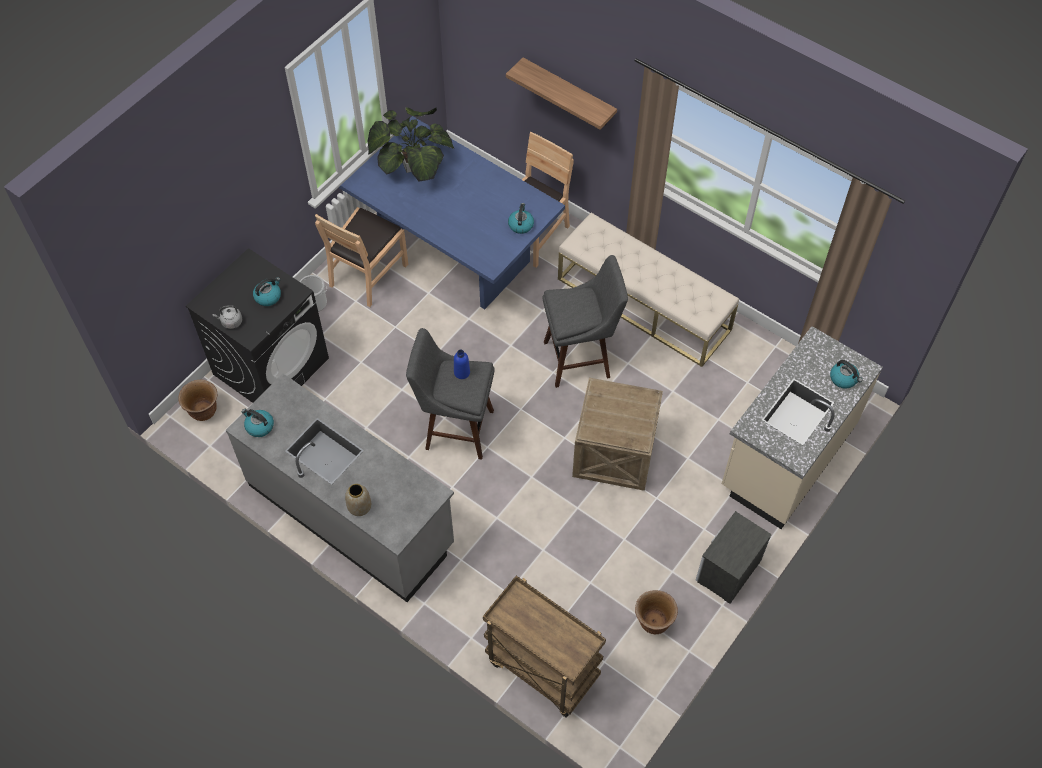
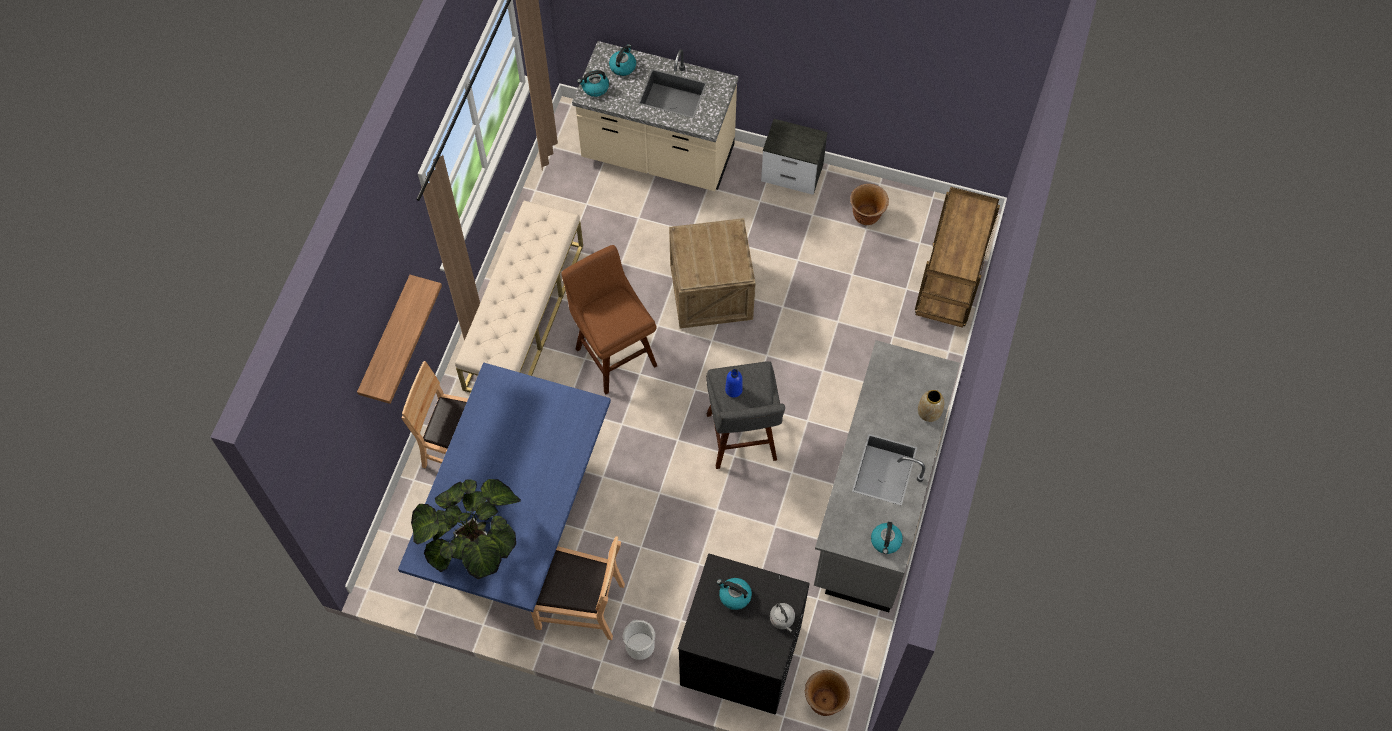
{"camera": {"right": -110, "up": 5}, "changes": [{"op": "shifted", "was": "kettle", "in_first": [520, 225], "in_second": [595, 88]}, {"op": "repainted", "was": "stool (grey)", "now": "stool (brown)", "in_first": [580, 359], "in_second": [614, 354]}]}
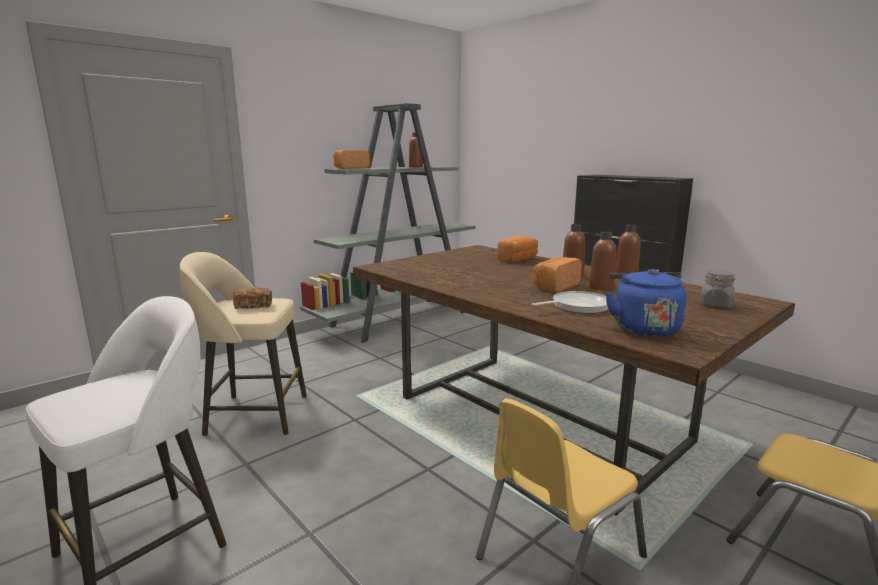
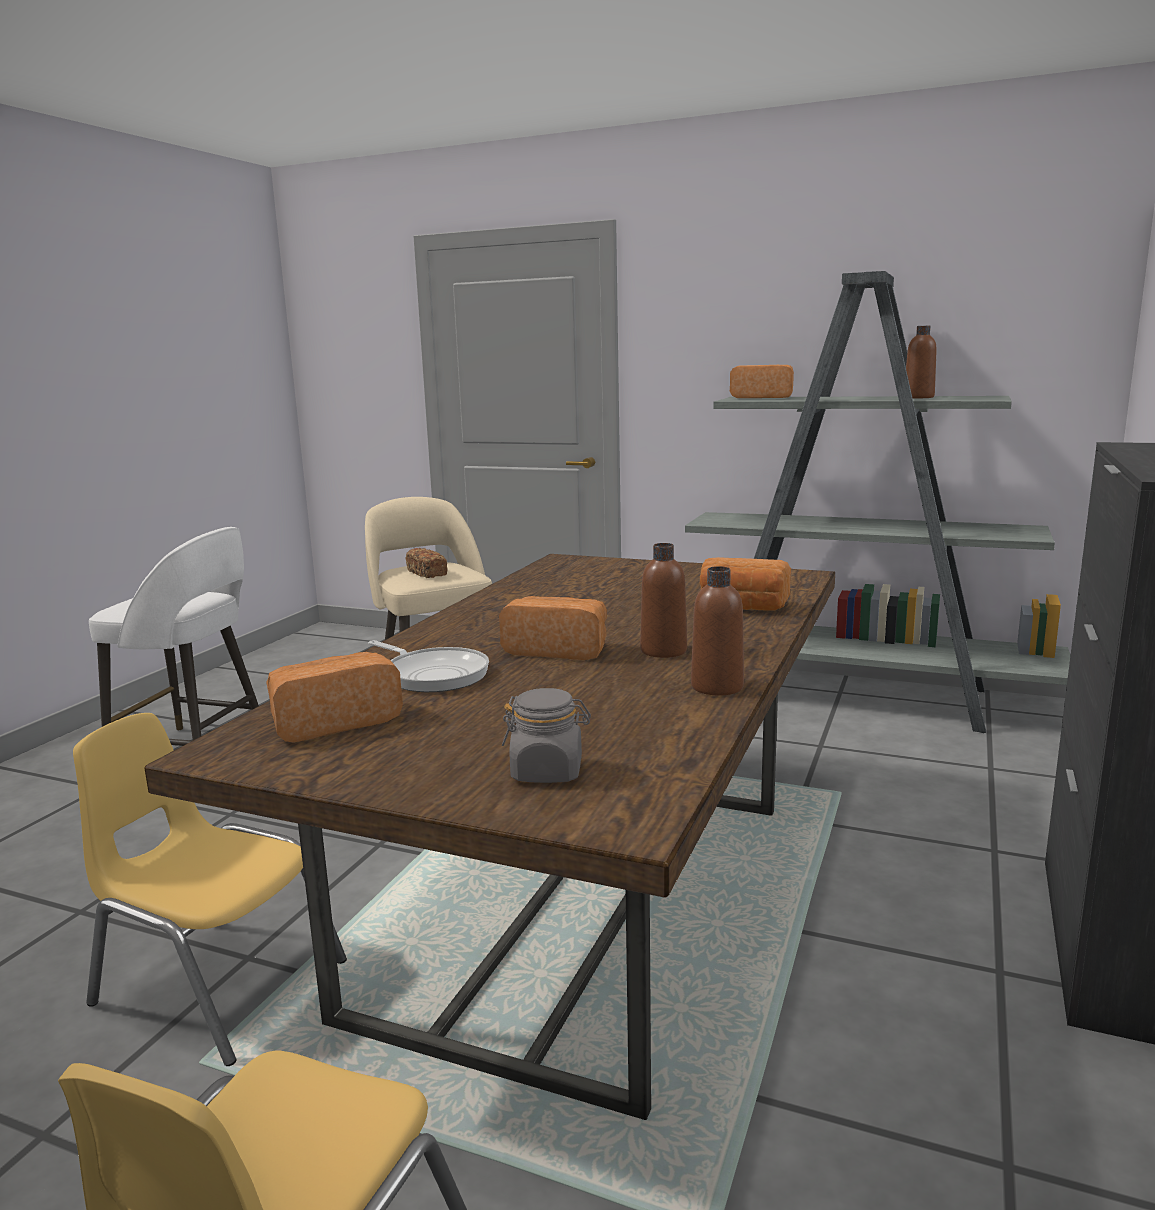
{"camera": {"right": 65, "up": 0}, "changes": [{"op": "gone", "was": "bottle (brown)", "in_first": [601, 287]}, {"op": "swapped", "was": "kettle (blue)", "now": "bread", "in_first": [643, 328], "in_second": [334, 722]}]}
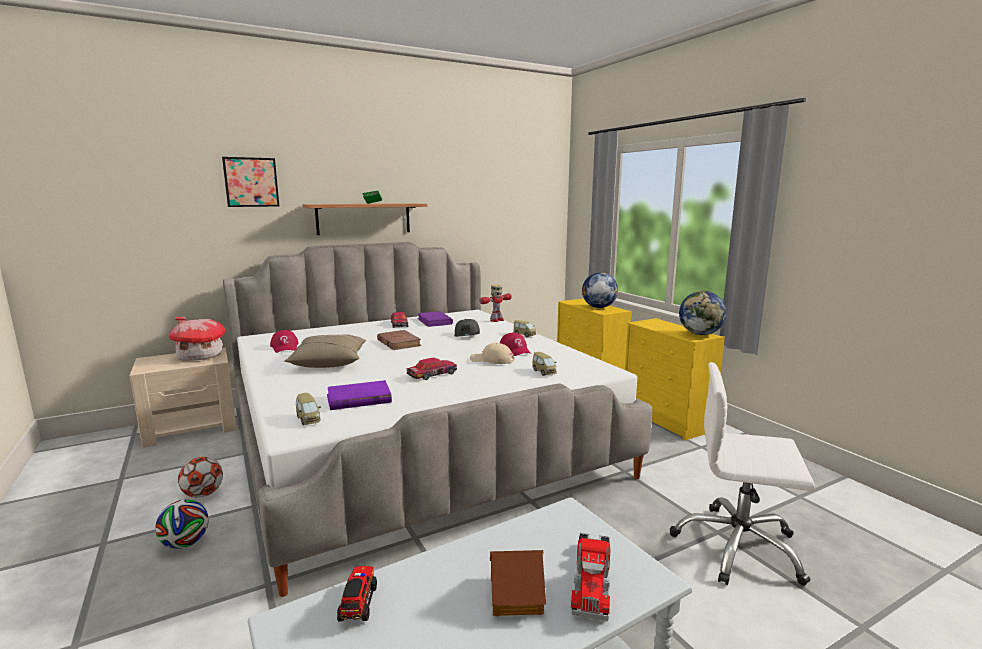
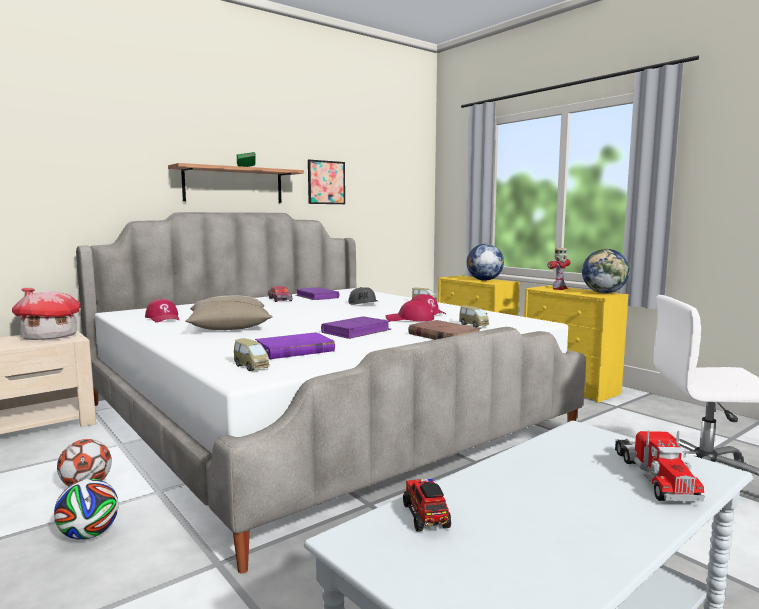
{"camera": {"right": -10, "up": -5}, "changes": [{"op": "shifted", "was": "picture", "in_first": [251, 182], "in_second": [326, 182]}, {"op": "shifted", "was": "book (brown)", "in_first": [398, 343], "in_second": [443, 336]}, {"op": "swapped", "was": "toy car", "now": "book (purple)", "in_first": [431, 375], "in_second": [356, 331]}, {"op": "repainted", "was": "cap (beige)", "now": "cap (red)", "in_first": [492, 360], "in_second": [410, 319]}, {"op": "shifted", "was": "toy robot", "in_first": [496, 320], "in_second": [559, 288]}, {"op": "gone", "was": "toy house", "in_first": [517, 595]}]}
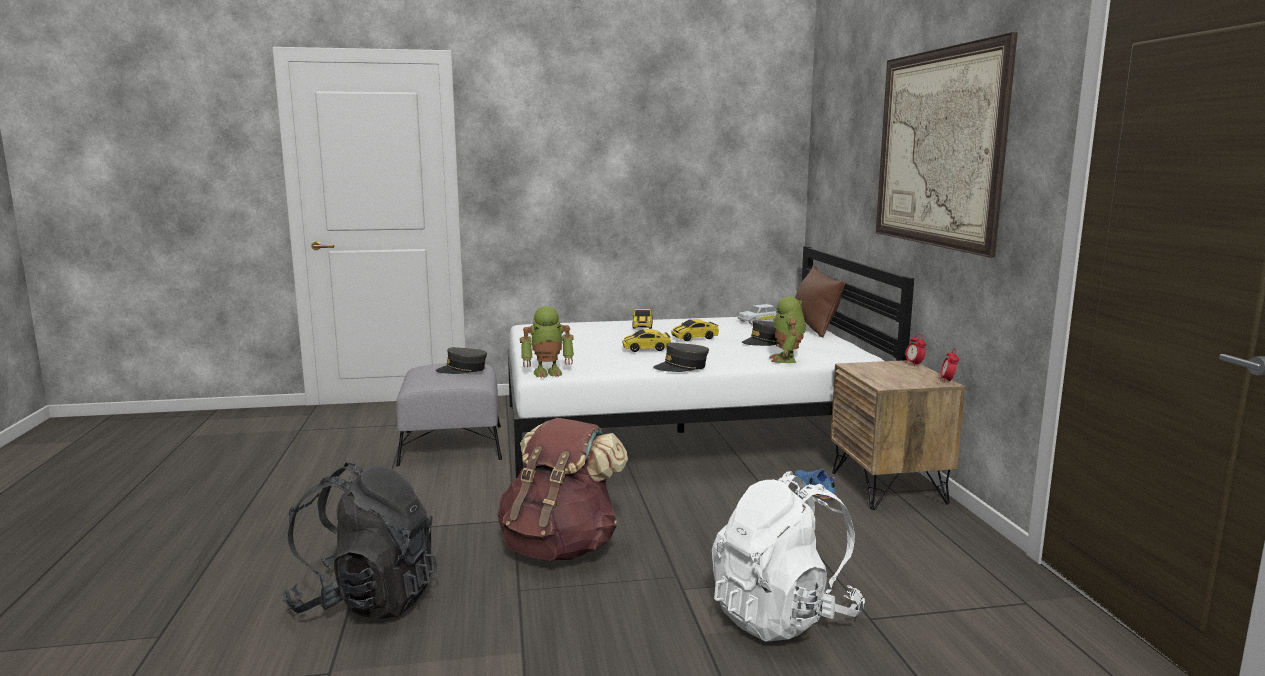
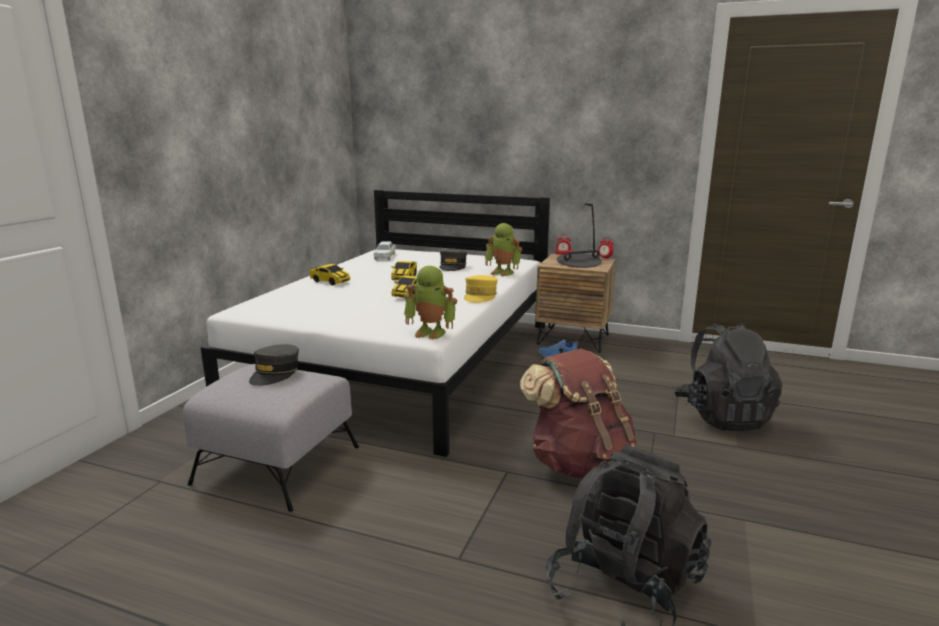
{"camera": {"right": -60, "up": 5}, "changes": [{"op": "rotated", "was": "toy robot", "in_first": [548, 372], "in_second": [431, 332], "clockwise": 90}, {"op": "repainted", "was": "cap (grey)", "now": "cap (yellow)", "in_first": [681, 367], "in_second": [480, 296]}, {"op": "repainted", "was": "backpack (white)", "now": "backpack (black)", "in_first": [783, 616], "in_second": [723, 416]}, {"op": "gone", "was": "pillow (brown)", "in_first": [814, 326]}, {"op": "gone", "was": "picture", "in_first": [937, 148]}, {"op": "new", "now": "table lamp", "in_second": [578, 262]}]}
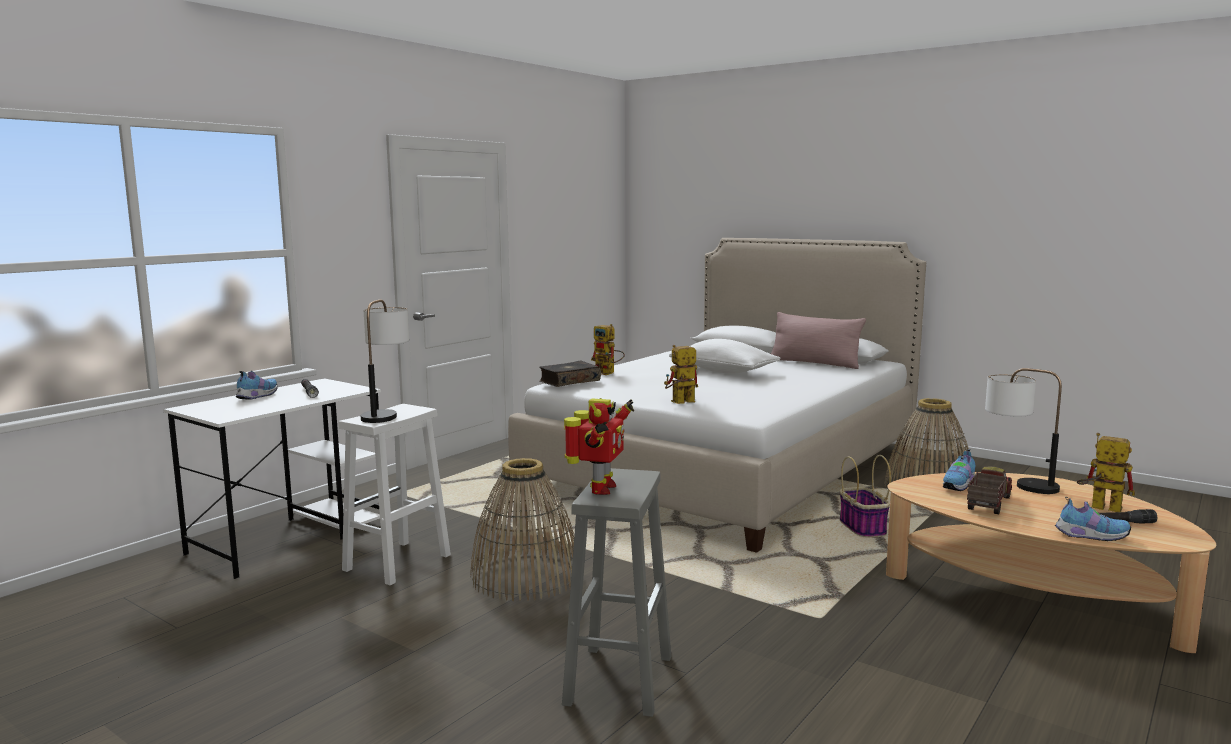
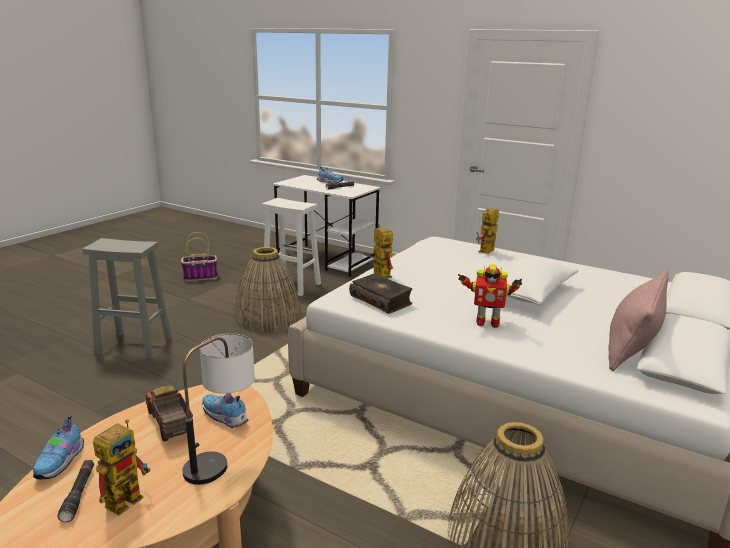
{"camera": {"right": 85, "up": 10}, "changes": [{"op": "gone", "was": "table lamp", "in_first": [386, 413]}, {"op": "shifted", "was": "book", "in_first": [569, 381], "in_second": [381, 300]}, {"op": "shifted", "was": "toy robot", "in_first": [599, 489], "in_second": [486, 323]}, {"op": "shifted", "was": "basket", "in_first": [861, 527], "in_second": [201, 276]}, {"op": "rotated", "was": "toy truck", "in_first": [987, 504], "in_second": [169, 423], "clockwise": -150}]}
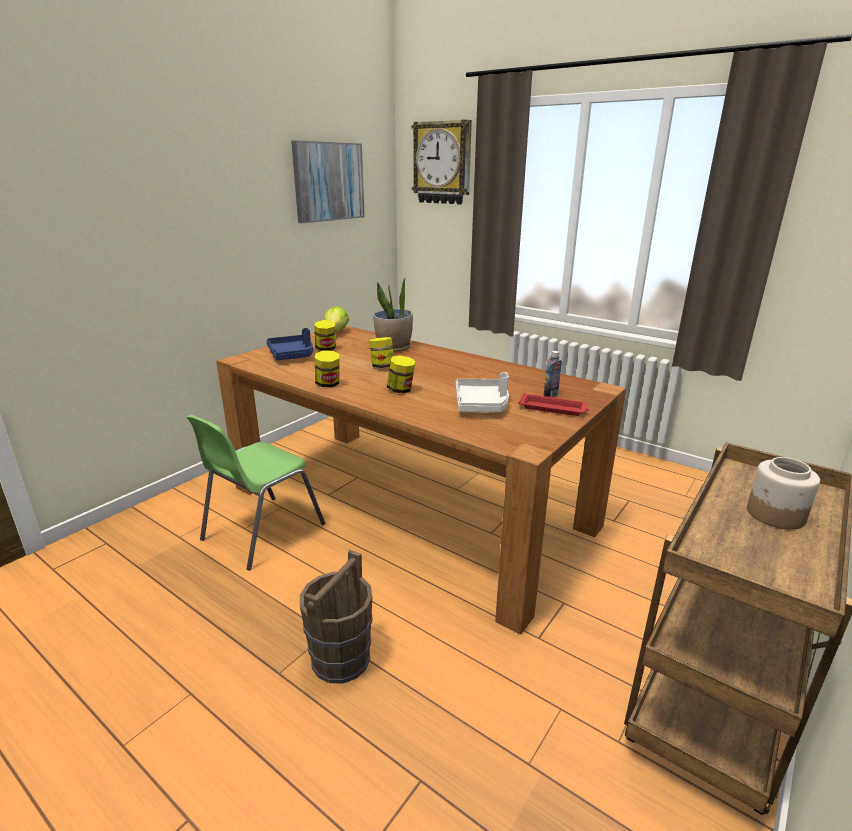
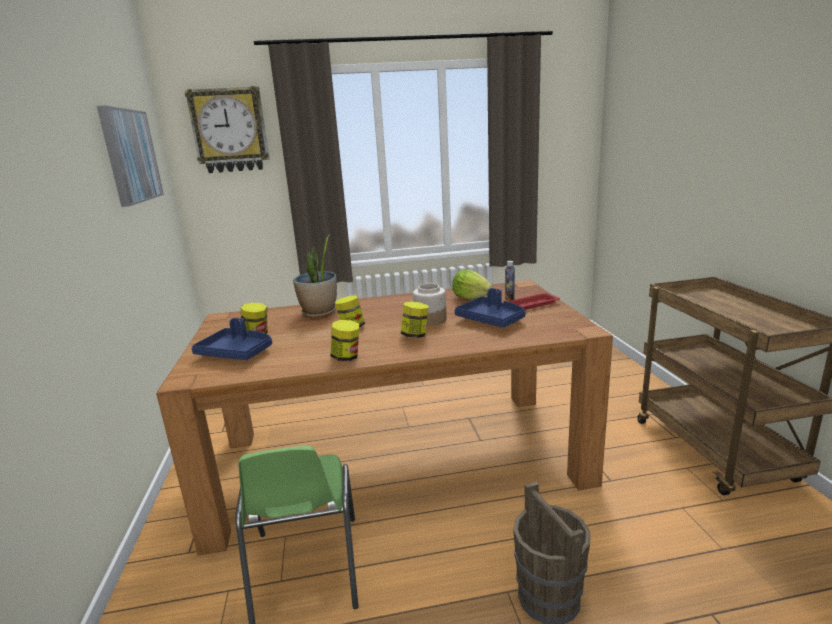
{"camera": {"right": -45, "up": -5}, "changes": [{"op": "shifted", "was": "lettuce", "in_first": [336, 332], "in_second": [471, 298]}, {"op": "repainted", "was": "tray (white)", "now": "tray (blue)", "in_first": [482, 404], "in_second": [491, 320]}, {"op": "shifted", "was": "jar", "in_first": [775, 515], "in_second": [430, 320]}]}
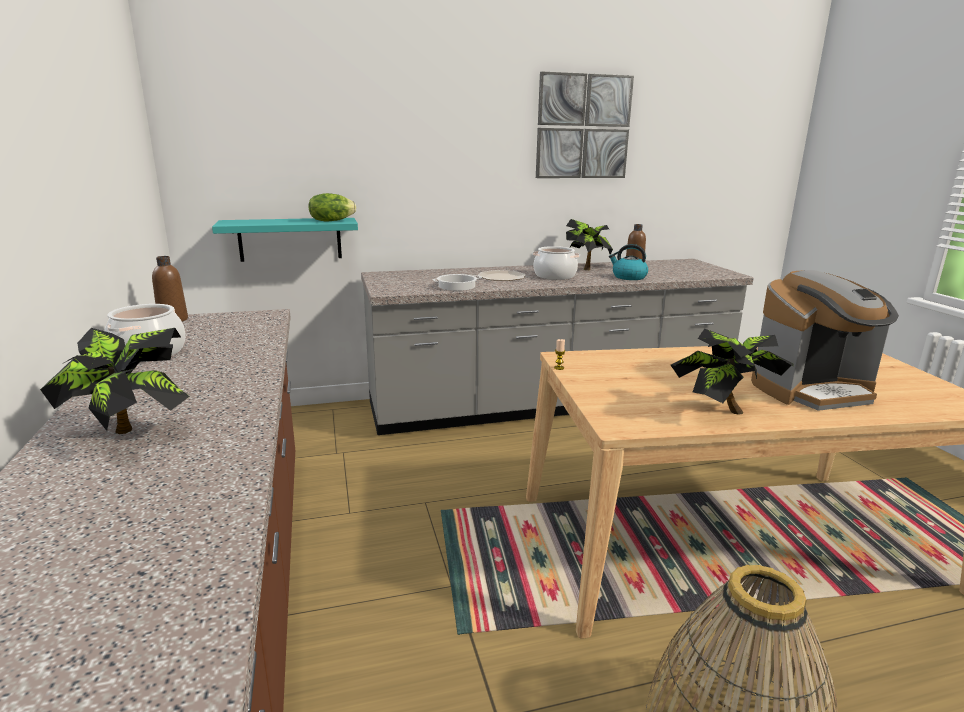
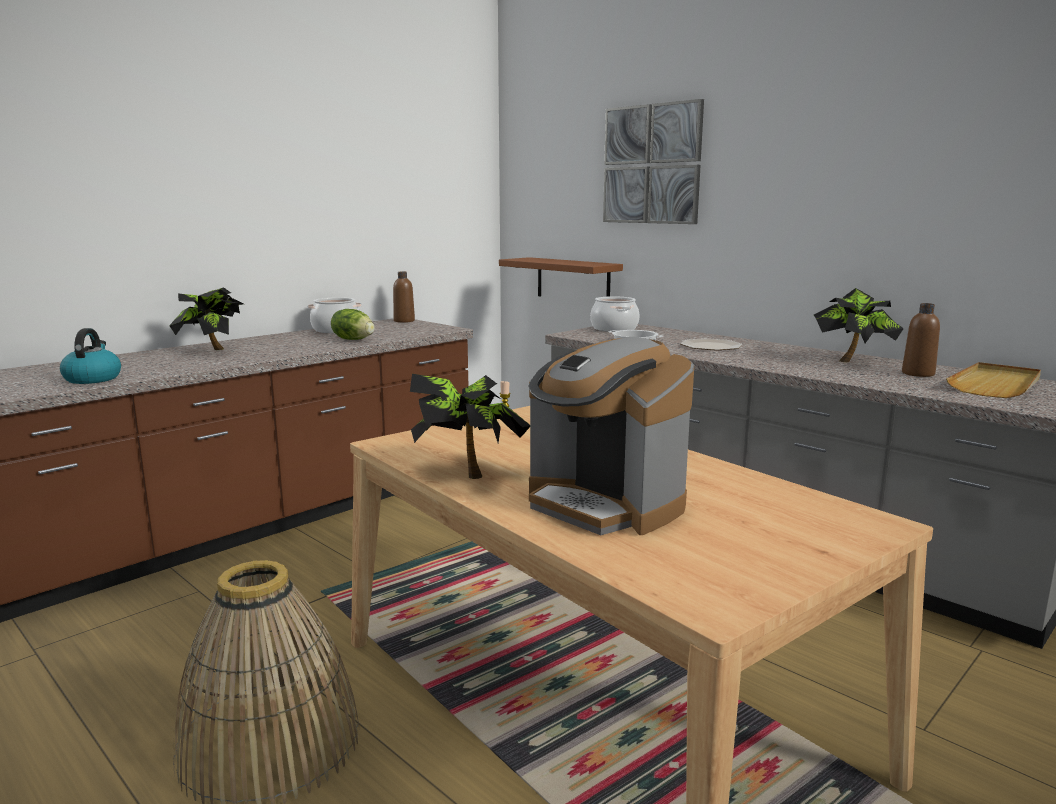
{"camera": {"right": 60, "up": -5}, "changes": [{"op": "repainted", "was": "shelf (turquoise)", "now": "shelf (brown)", "in_first": [290, 239], "in_second": [573, 280]}, {"op": "shifted", "was": "lettuce", "in_first": [331, 221], "in_second": [353, 339]}, {"op": "shifted", "was": "cooking pot", "in_first": [554, 276], "in_second": [614, 329]}, {"op": "shifted", "was": "picture", "in_first": [583, 127], "in_second": [651, 164]}, {"op": "shifted", "was": "kettle", "in_first": [628, 277], "in_second": [93, 378]}, {"op": "new", "now": "tray (beige)", "in_second": [996, 384]}]}
